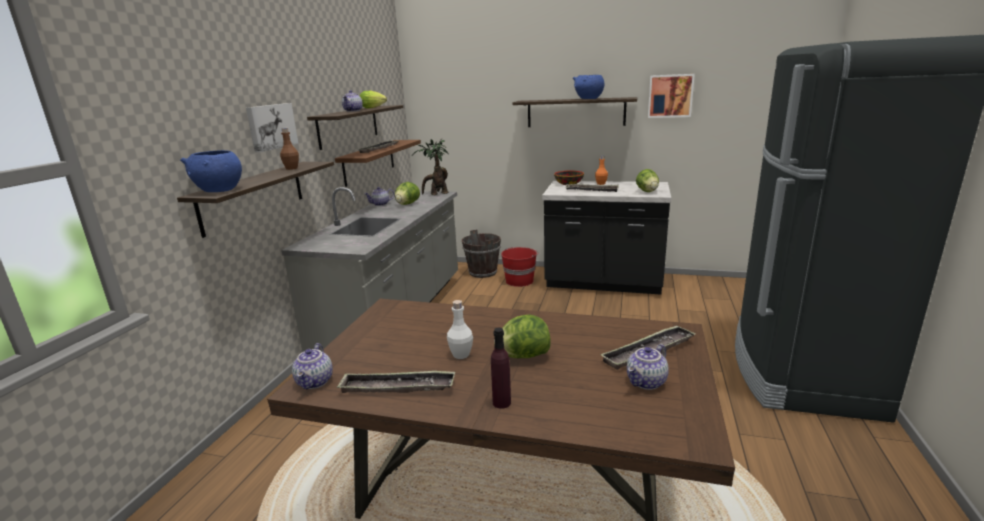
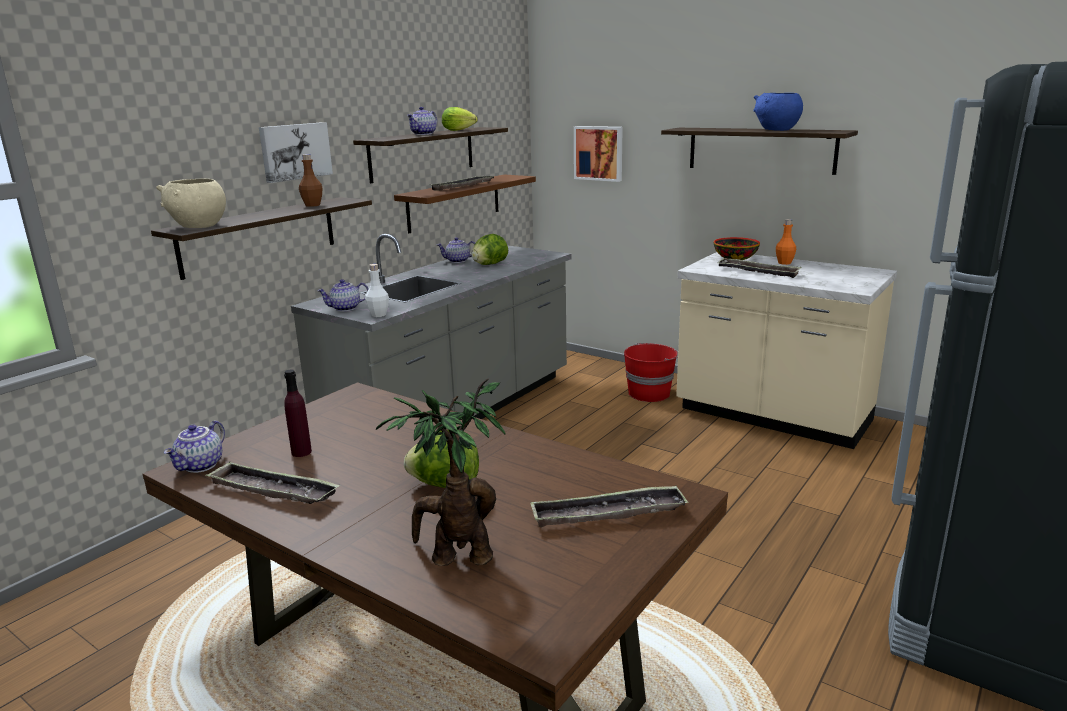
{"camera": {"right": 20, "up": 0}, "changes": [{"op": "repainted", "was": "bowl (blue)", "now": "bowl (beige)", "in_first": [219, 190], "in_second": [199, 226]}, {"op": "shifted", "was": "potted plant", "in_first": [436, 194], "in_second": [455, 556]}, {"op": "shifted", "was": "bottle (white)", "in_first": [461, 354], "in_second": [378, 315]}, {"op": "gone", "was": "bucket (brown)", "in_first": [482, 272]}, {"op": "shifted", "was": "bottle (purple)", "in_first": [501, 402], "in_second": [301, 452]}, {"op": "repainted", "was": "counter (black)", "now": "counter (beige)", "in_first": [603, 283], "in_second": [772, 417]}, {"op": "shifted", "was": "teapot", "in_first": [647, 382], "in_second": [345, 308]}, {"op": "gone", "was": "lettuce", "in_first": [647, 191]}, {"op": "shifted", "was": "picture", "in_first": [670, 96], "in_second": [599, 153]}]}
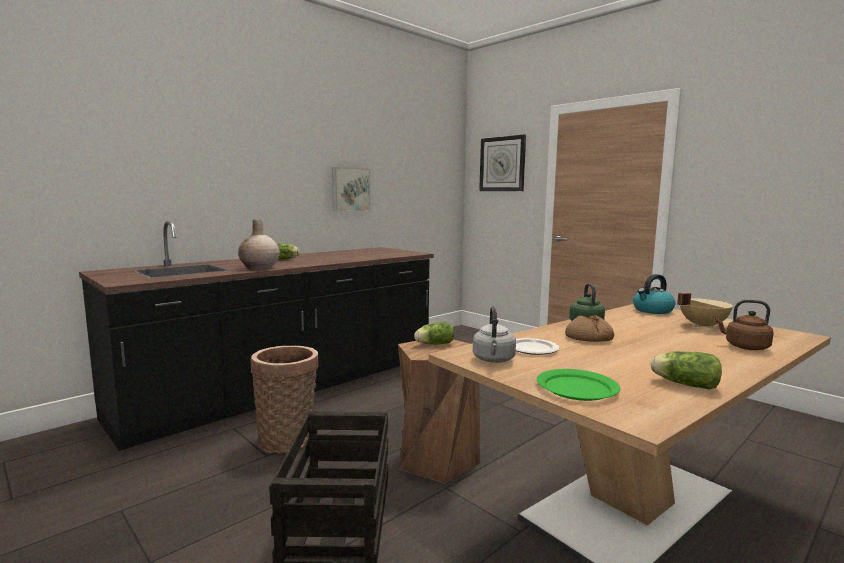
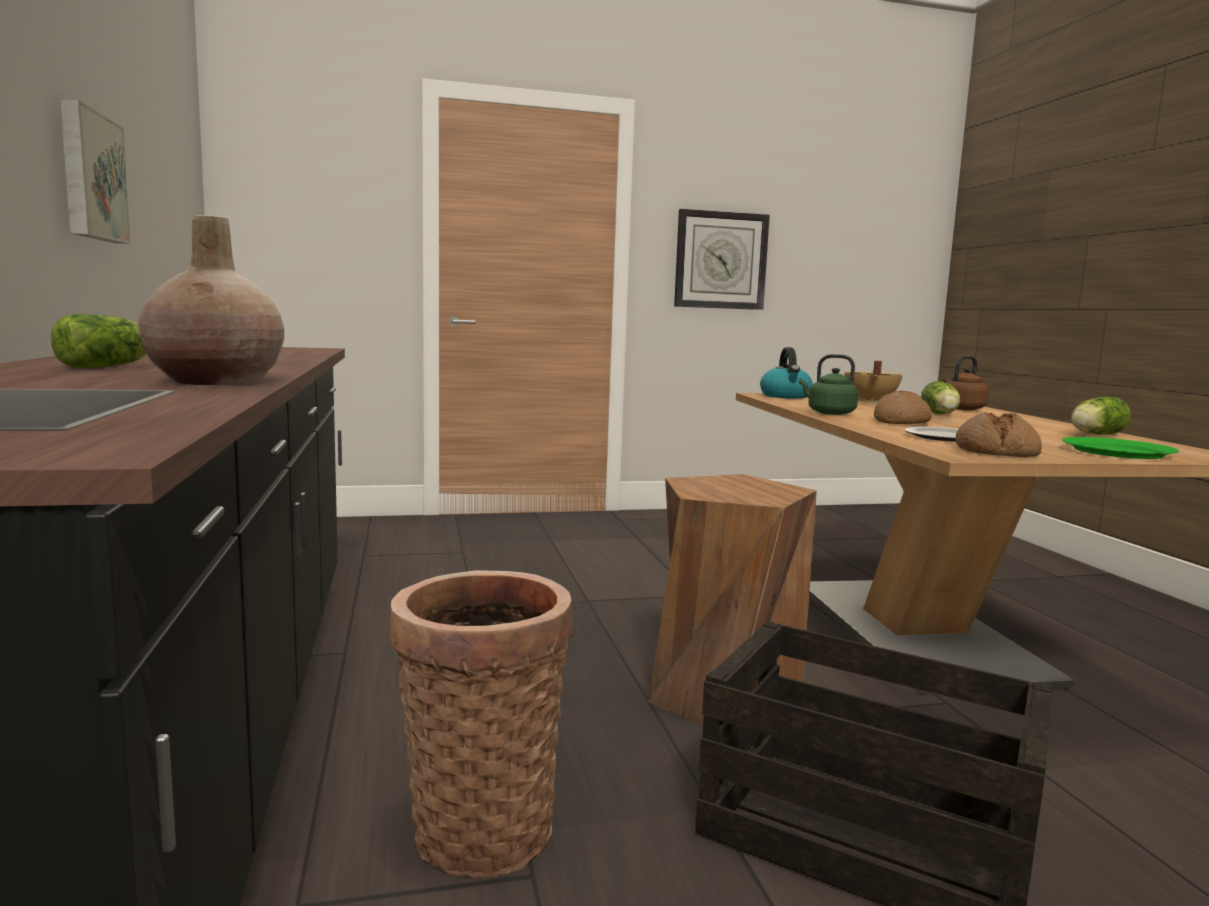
{"camera": {"right": -60, "up": 0}, "changes": [{"op": "shifted", "was": "lettuce", "in_first": [433, 344], "in_second": [940, 414]}, {"op": "swapped", "was": "kettle (grey)", "now": "bread", "in_first": [493, 360], "in_second": [996, 451]}, {"op": "shifted", "was": "wall clock", "in_first": [502, 164], "in_second": [720, 260]}]}
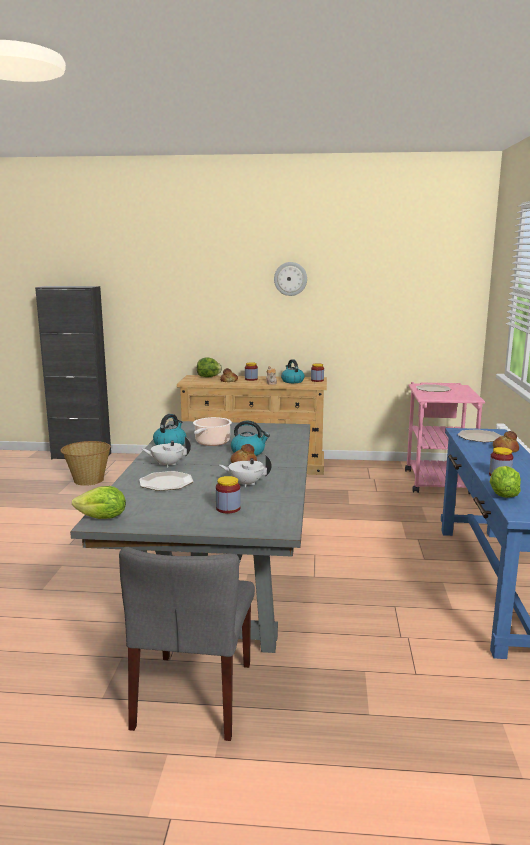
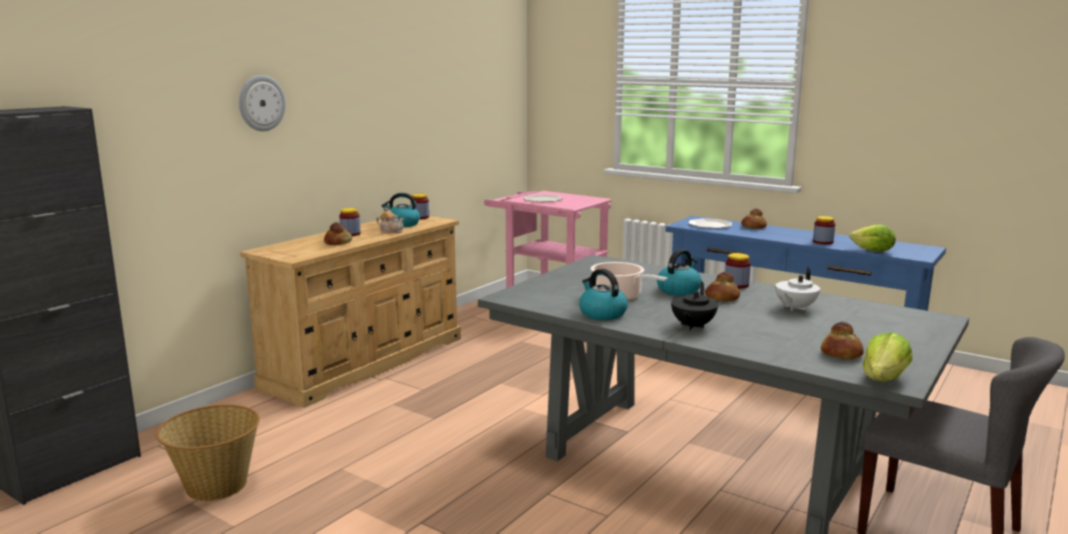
{"camera": {"right": -60, "up": 0}, "changes": [{"op": "gone", "was": "plate", "in_first": [166, 482]}, {"op": "repainted", "was": "teapot (white)", "now": "teapot (black)", "in_first": [167, 464], "in_second": [692, 326]}, {"op": "gone", "was": "lettuce", "in_first": [209, 377]}, {"op": "shifted", "was": "jar", "in_first": [228, 508], "in_second": [736, 285]}, {"op": "shifted", "was": "wall clock", "in_first": [290, 279], "in_second": [261, 103]}, {"op": "new", "now": "bread", "in_second": [841, 354]}]}
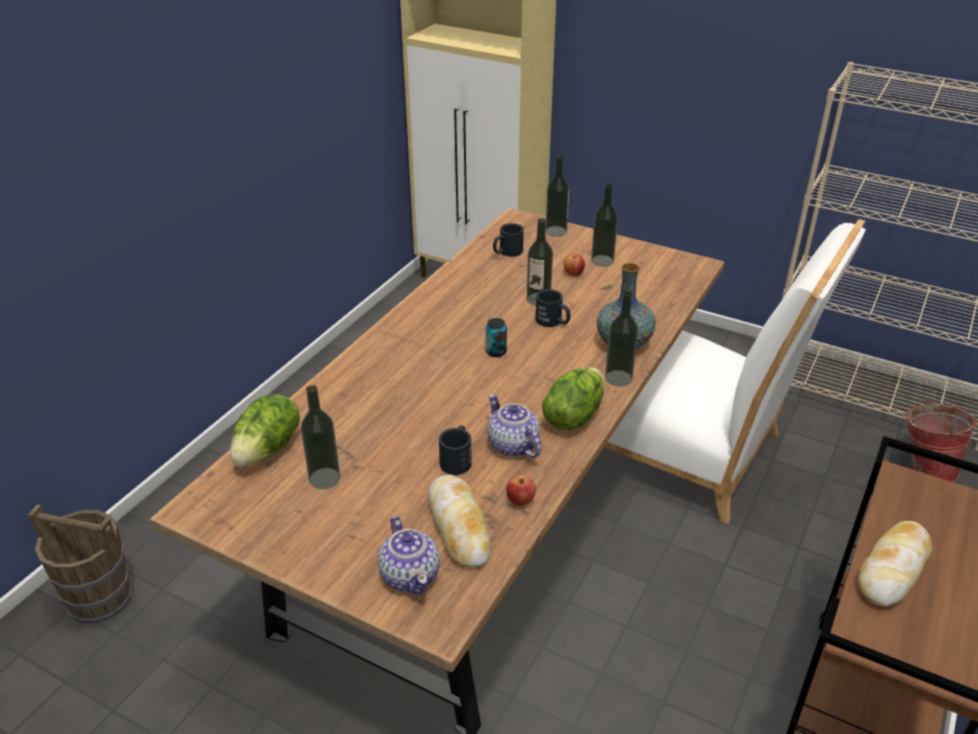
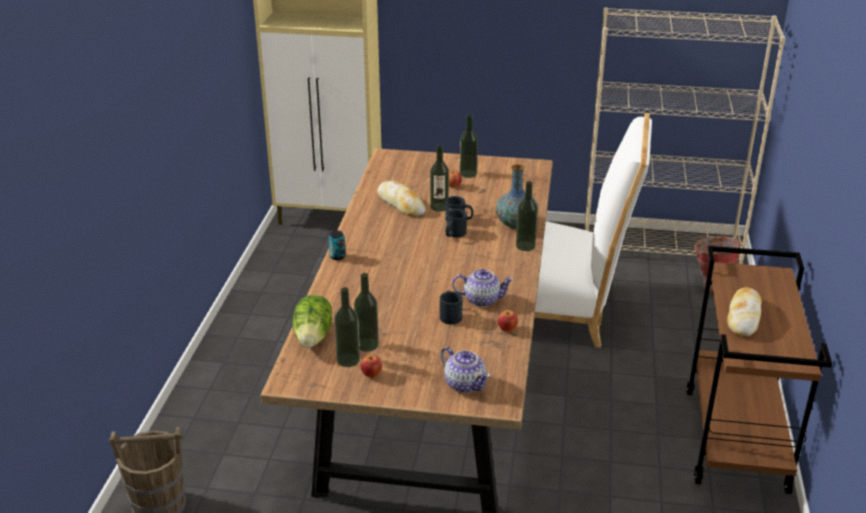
{"camera": {"right": -20, "up": -5}, "changes": [{"op": "shifted", "was": "bread", "in_first": [459, 527], "in_second": [401, 204]}, {"op": "shifted", "was": "can", "in_first": [496, 352], "in_second": [337, 257]}, {"op": "rotated", "was": "teapot", "in_first": [512, 446], "in_second": [481, 299], "clockwise": 150}, {"op": "shifted", "was": "mug (black)", "in_first": [507, 252], "in_second": [454, 234]}, {"op": "gone", "was": "lettuce", "in_first": [573, 416]}, {"op": "shifted", "was": "bottle", "in_first": [556, 231], "in_second": [348, 360]}, {"op": "new", "now": "apple", "in_second": [372, 374]}]}
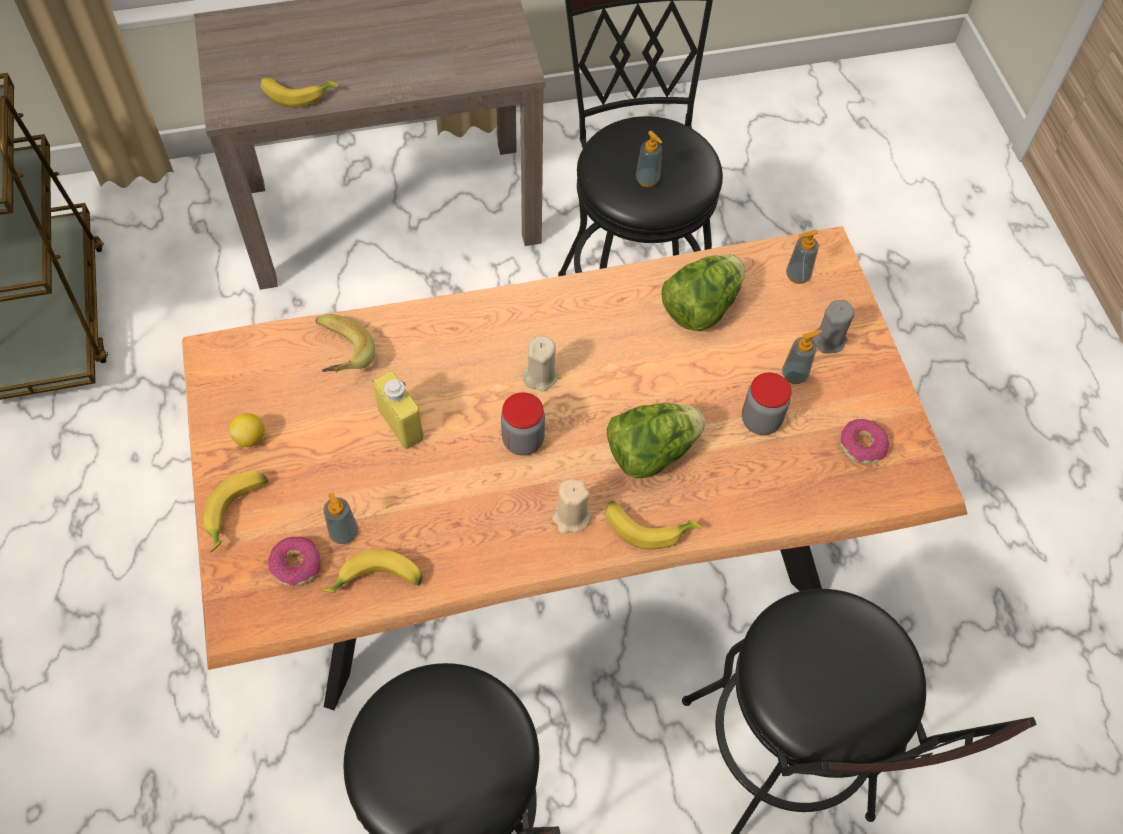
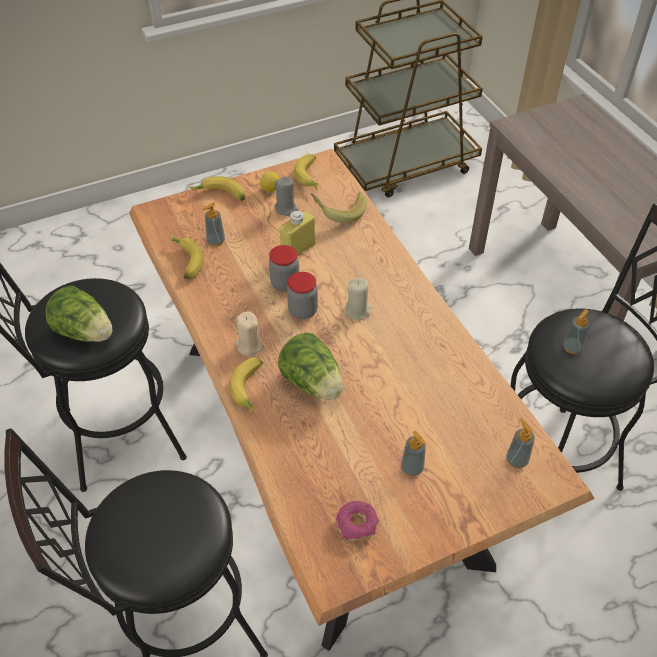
{"camera": {"right": 80, "up": -10}, "changes": [{"op": "shifted", "was": "banana", "in_first": [297, 93], "in_second": [310, 177]}, {"op": "gone", "was": "donut", "in_first": [296, 564]}, {"op": "shifted", "was": "lettuce", "in_first": [701, 307], "in_second": [85, 332]}, {"op": "shifted", "was": "jar", "in_first": [760, 420], "in_second": [285, 283]}, {"op": "shifted", "was": "candle (grey)", "in_first": [829, 340], "in_second": [286, 209]}]}
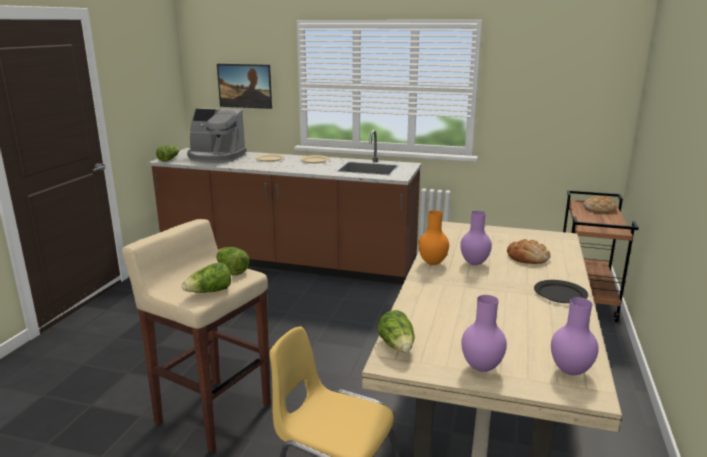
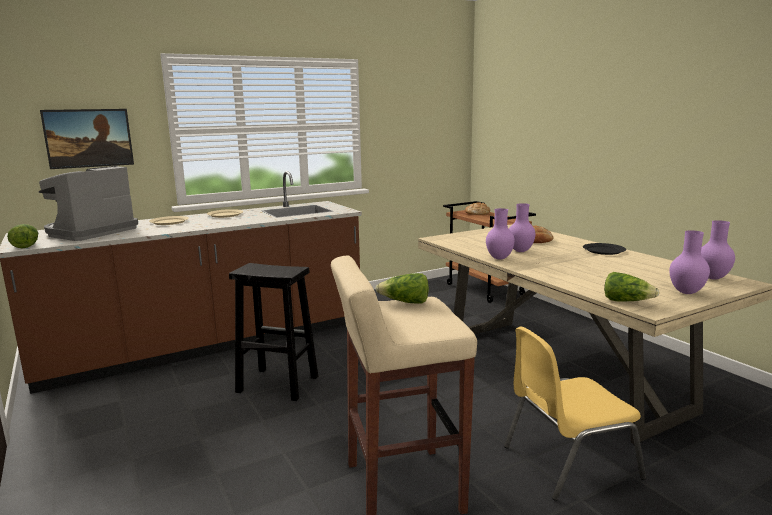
{"camera": {"right": -45, "up": -5}, "changes": [{"op": "gone", "was": "lettuce", "in_first": [209, 292]}, {"op": "rotated", "was": "coffee machine", "in_first": [216, 157], "in_second": [90, 232], "clockwise": 150}, {"op": "repainted", "was": "vase (orange)", "now": "vase (purple)", "in_first": [432, 263], "in_second": [499, 258]}, {"op": "new", "now": "stool (black)", "in_second": [276, 384]}]}
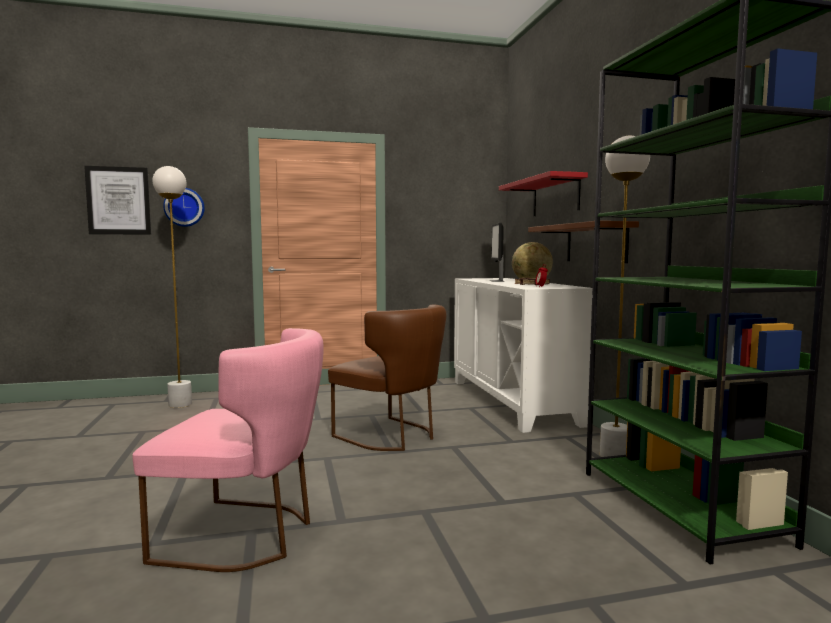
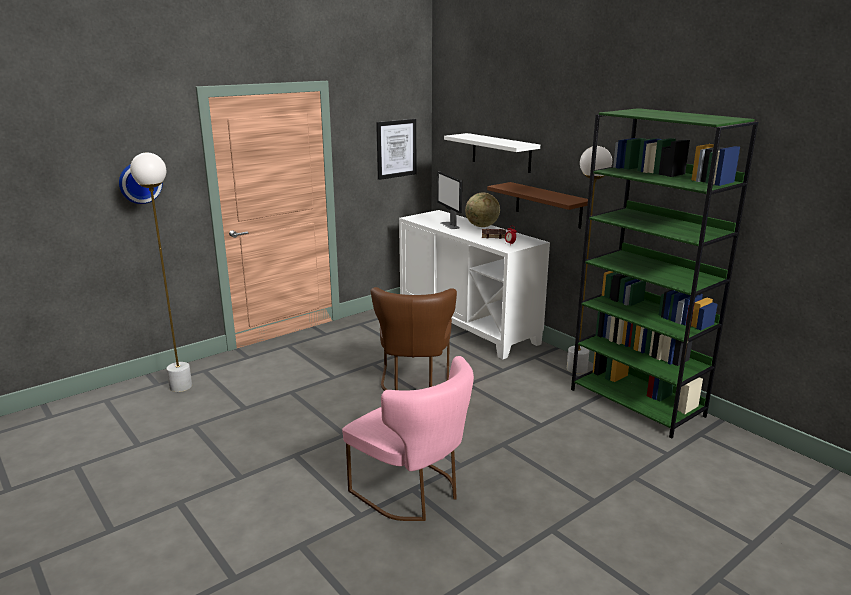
{"camera": {"right": -25, "up": 15}, "changes": [{"op": "shifted", "was": "picture", "in_first": [118, 200], "in_second": [396, 149]}, {"op": "rotated", "was": "chair (pink)", "in_first": [246, 535], "in_second": [413, 492], "clockwise": 60}, {"op": "rotated", "was": "chair (brown)", "in_first": [392, 436], "in_second": [414, 383], "clockwise": 75}, {"op": "repainted", "was": "shelf (red)", "now": "shelf (white)", "in_first": [555, 197], "in_second": [501, 152]}]}
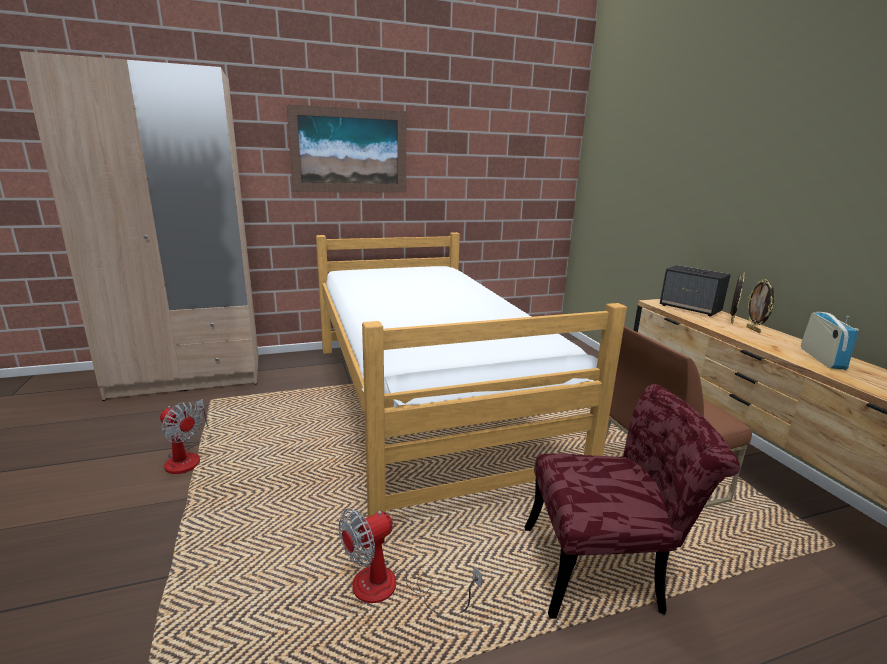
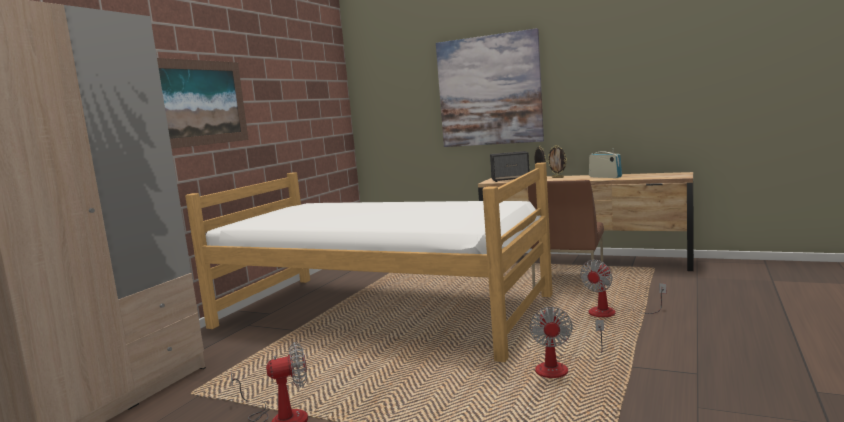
{"camera": {"right": -45, "up": -10}, "changes": [{"op": "swapped", "was": "chair (red)", "now": "fan", "in_first": [605, 568], "in_second": [612, 313]}, {"op": "new", "now": "picture", "in_second": [489, 90]}]}
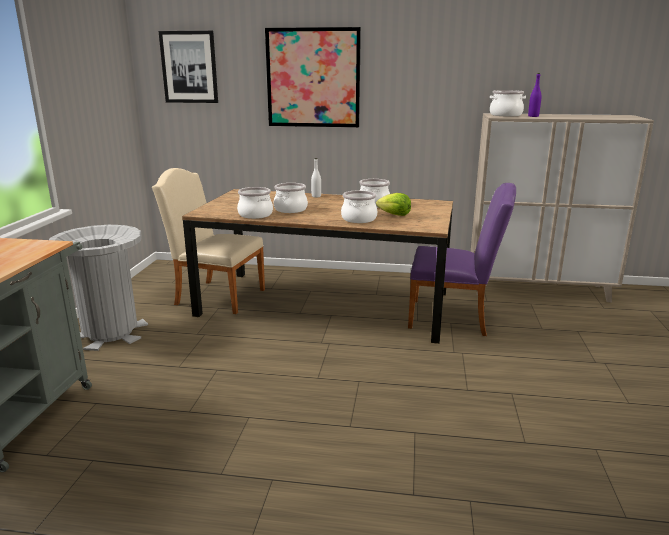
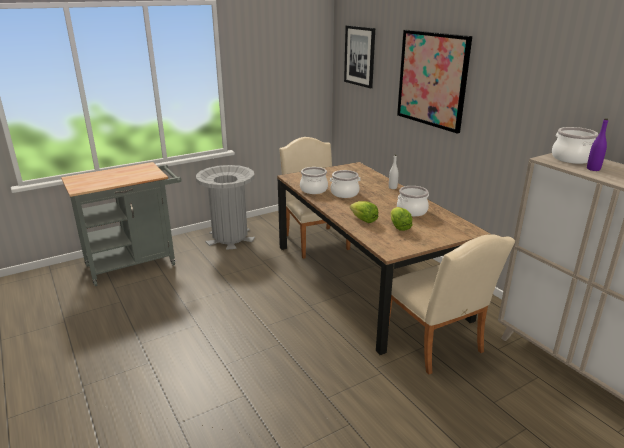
{"camera": {"right": 50, "up": 5}, "changes": [{"op": "swapped", "was": "cooking pot", "now": "lettuce", "in_first": [359, 219], "in_second": [363, 220]}, {"op": "repainted", "was": "chair (purple)", "now": "chair (beige)", "in_first": [454, 317], "in_second": [436, 345]}]}
